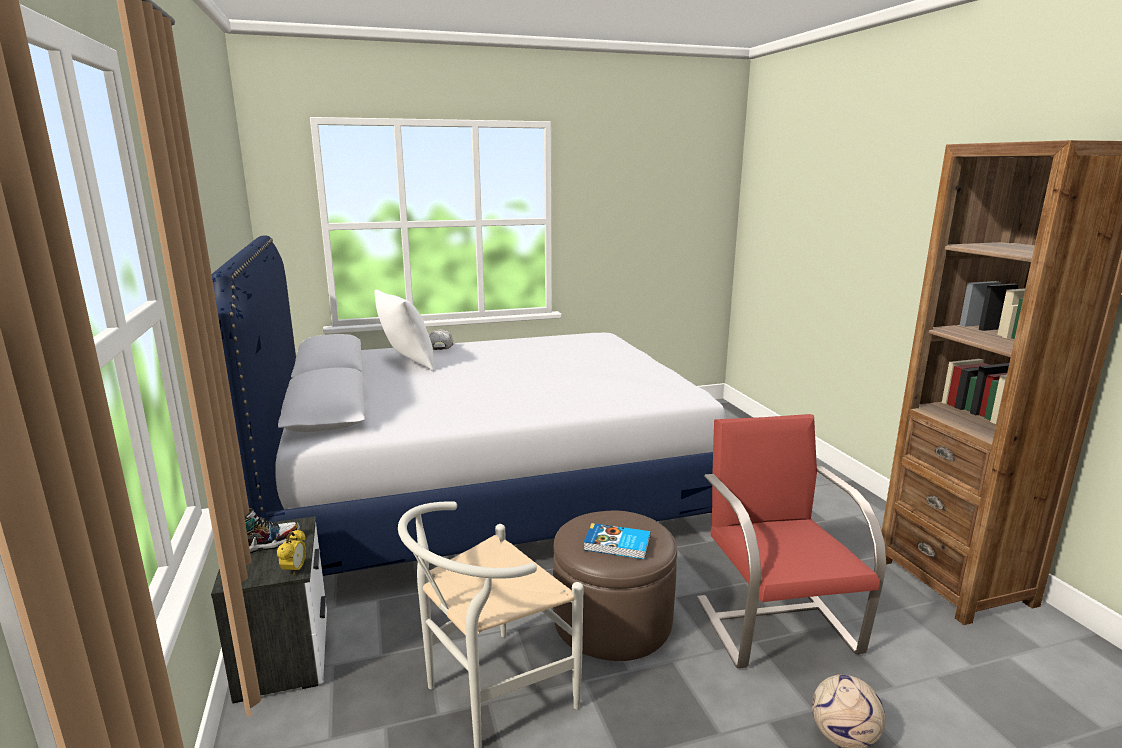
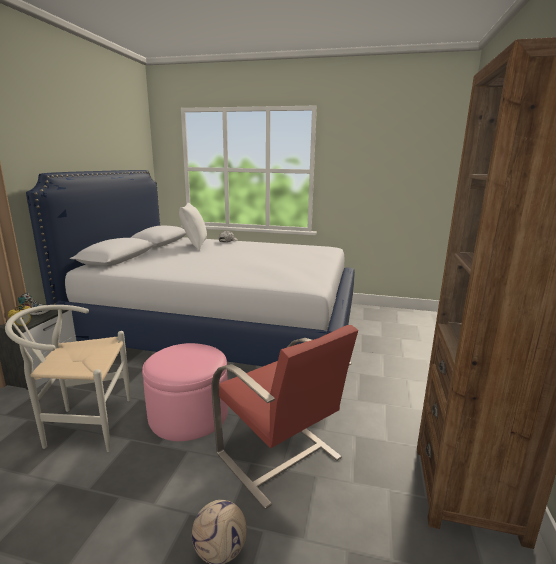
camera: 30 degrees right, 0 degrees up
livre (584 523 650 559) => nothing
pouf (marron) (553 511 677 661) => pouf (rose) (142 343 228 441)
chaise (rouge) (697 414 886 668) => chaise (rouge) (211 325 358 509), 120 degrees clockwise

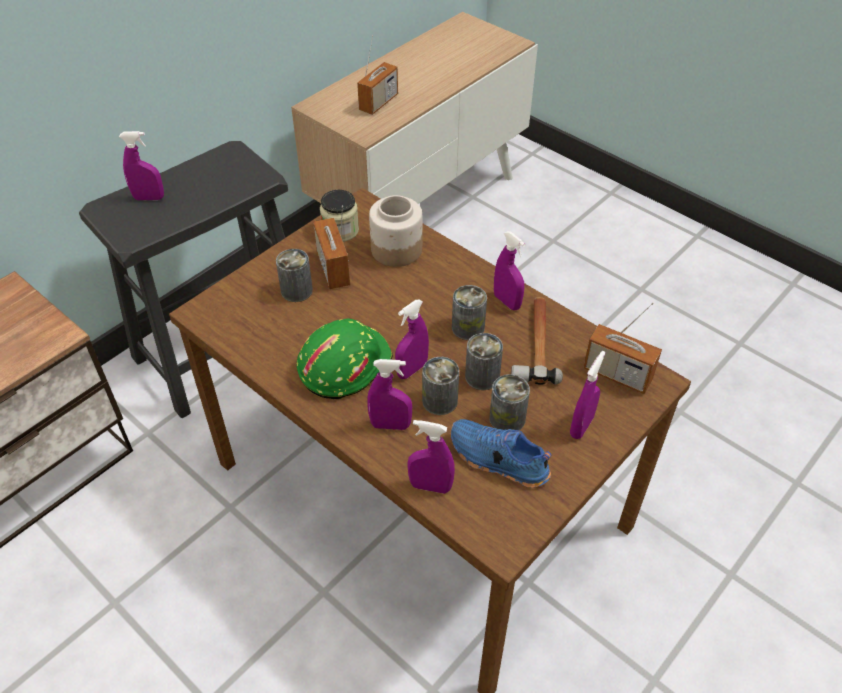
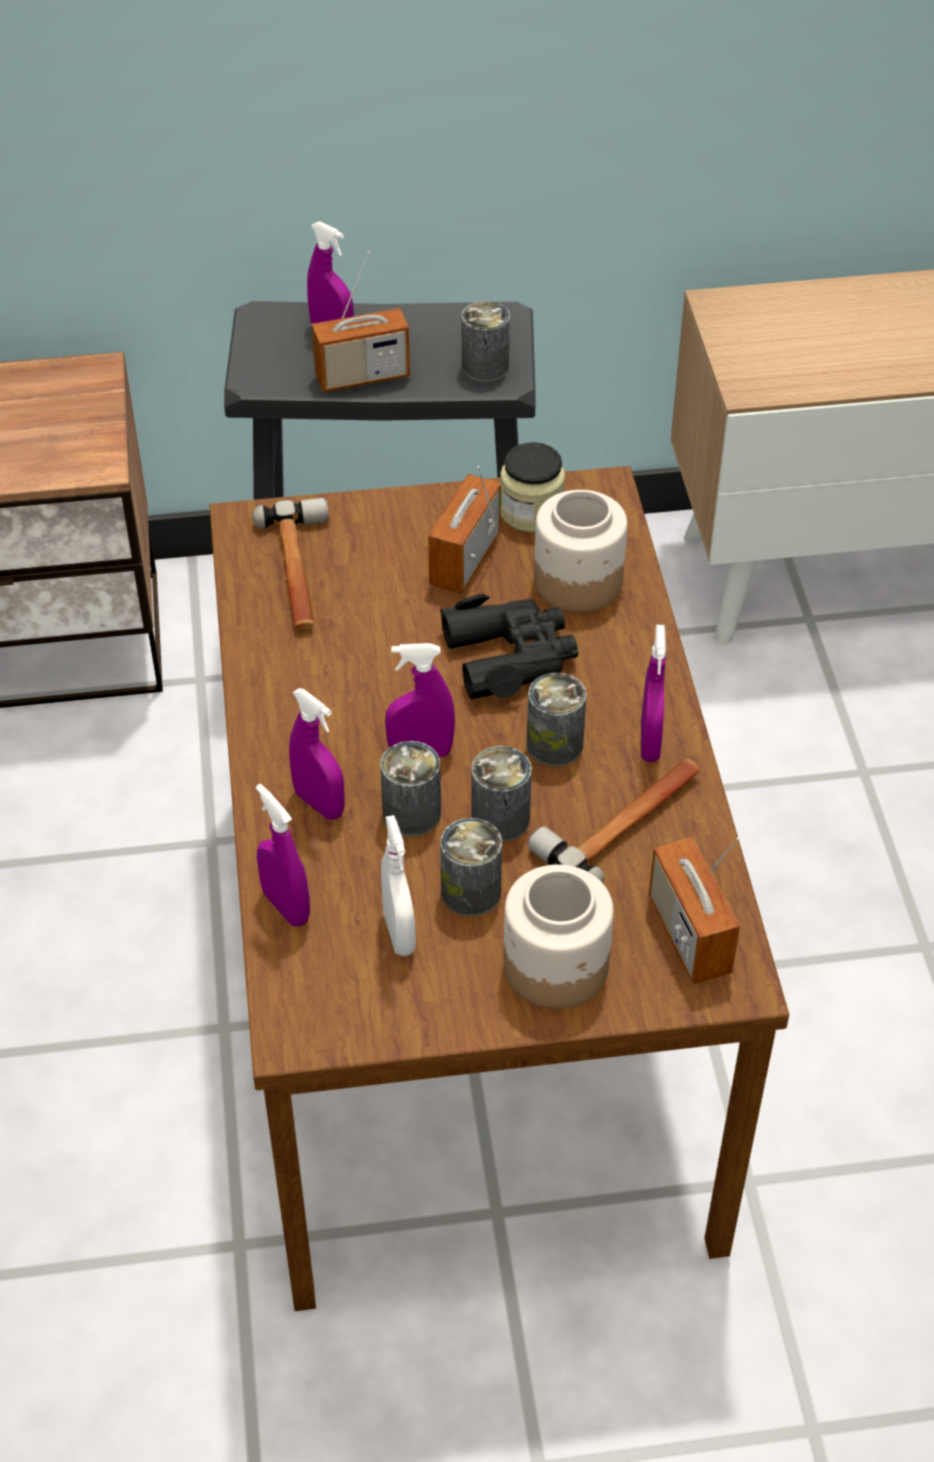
camera: 40 degrees right, 0 degrees up
casque de chantier (vert) (297 319 393 399) => nothing
nothing => marteau (252 498 329 628)
nothing => jumelles (noir) (440 594 578 699)
boîte métallique (276 249 313 302) => boîte métallique (462 301 510 382), move
radio (357 35 398 115) => radio (312 251 410 392), move
chaussure (bleu) (451 419 551 488) => vaporisateur (blanc) (381 815 416 956)
vaporisateur (violet) (570 351 606 439) => bocal (503 864 614 1009)

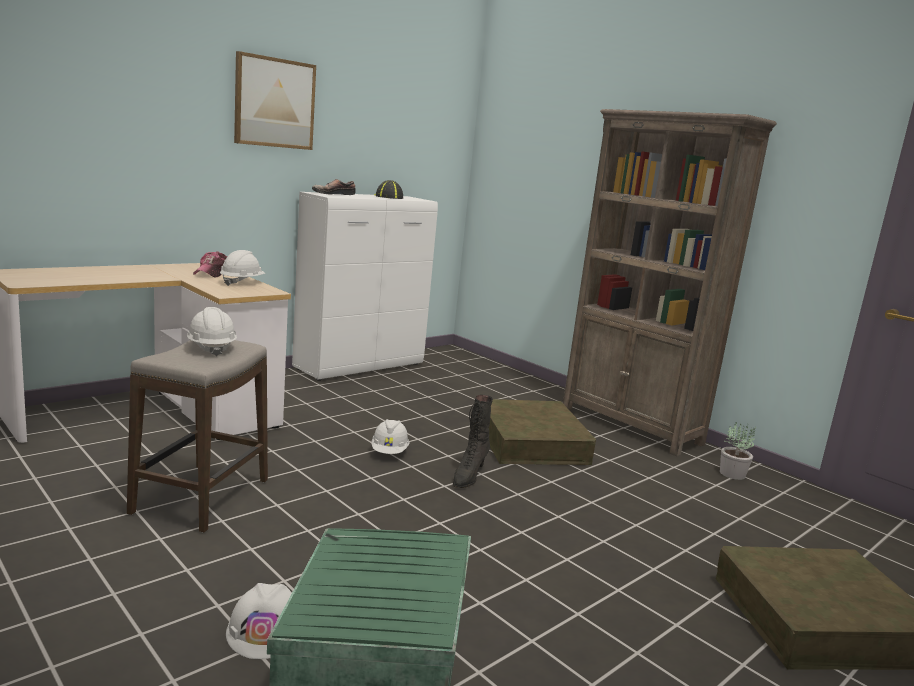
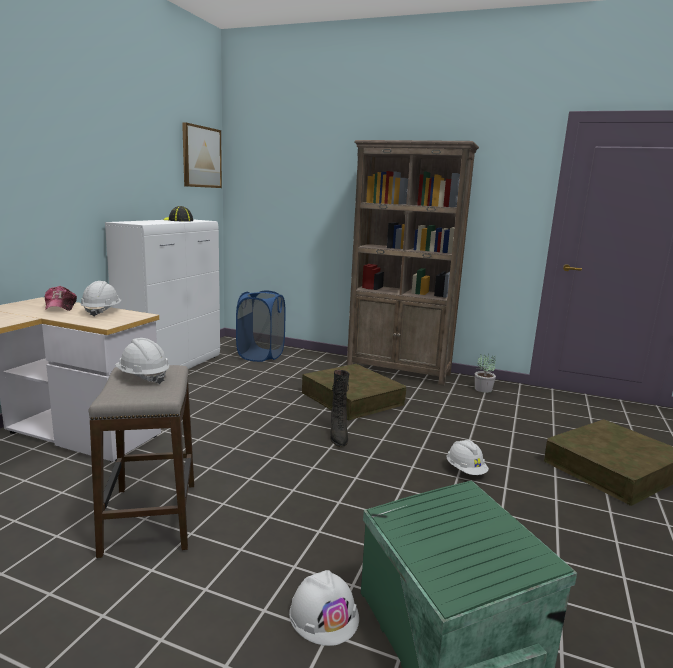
camera: 25 degrees left, 0 degrees up
chaussure (312 179 356 195) => nothing
nothing => panier à linge (bleu) (236 290 286 362)
tableau (234 51 316 150) => tableau (182 122 222 188), move
casque de chantier (blanc) (372 419 409 454) => casque de chantier (blanc) (447 440 489 475), move

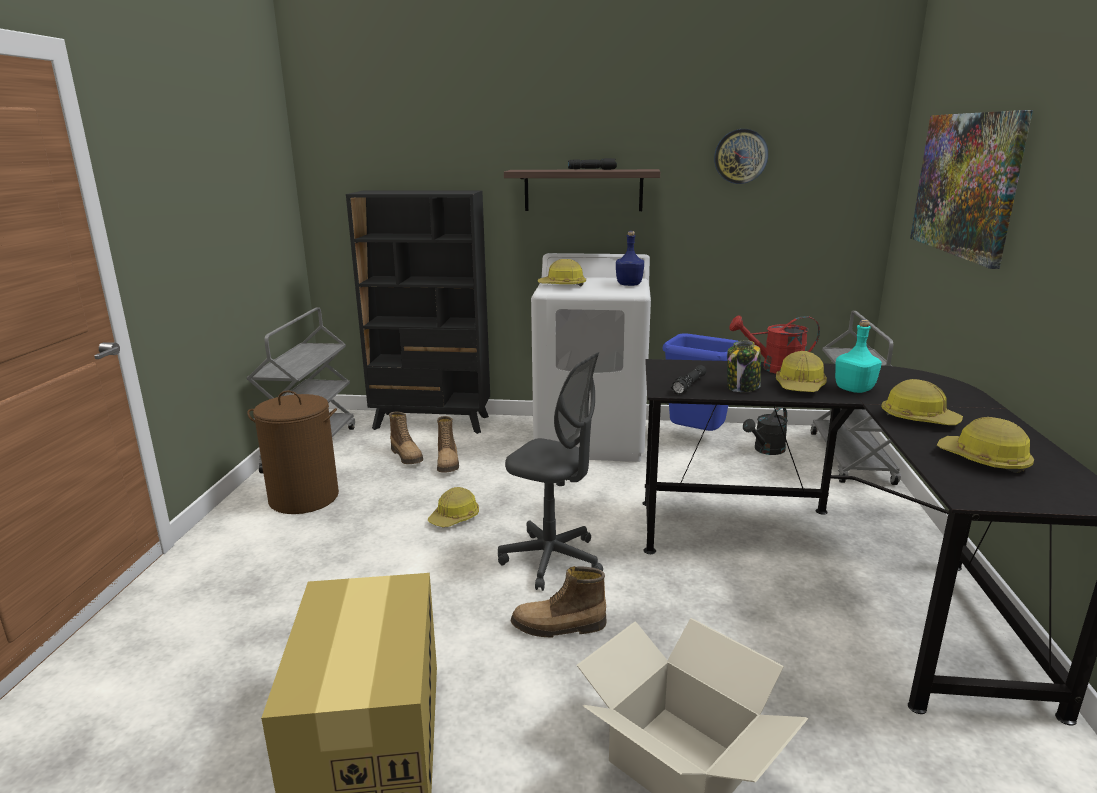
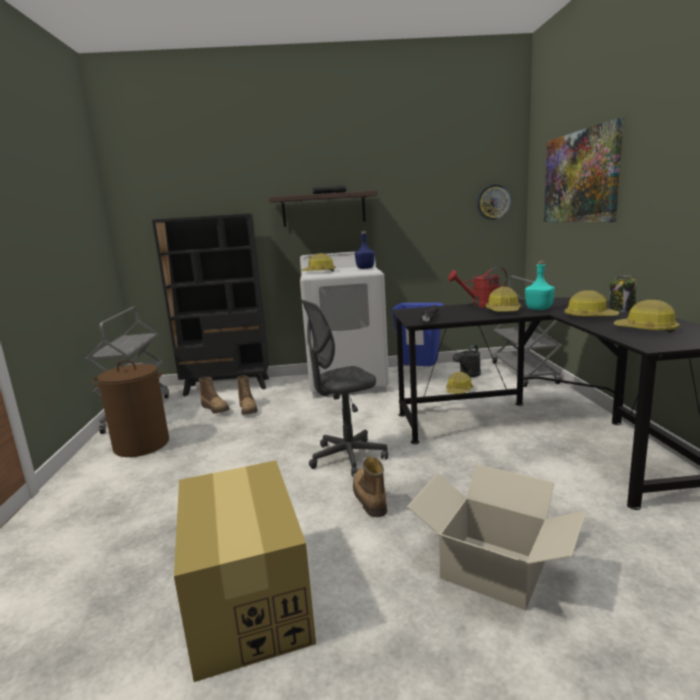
camera: 10 degrees left, 5 degrees down
casque de chantier (428 487 479 528) => casque de chantier (446 372 473 394), move
horloge murale (714 129 768 184) => horloge murale (477 184 511 220), move
bocal (727 340 761 392) => bocal (610 275 636 312), move
chaise de bureau (gris) (498 352 603 591) => chaise de bureau (gris) (302 300 388 477), 135 degrees clockwise
botte (511 566 607 638) => botte (353 457 387 517), 90 degrees clockwise

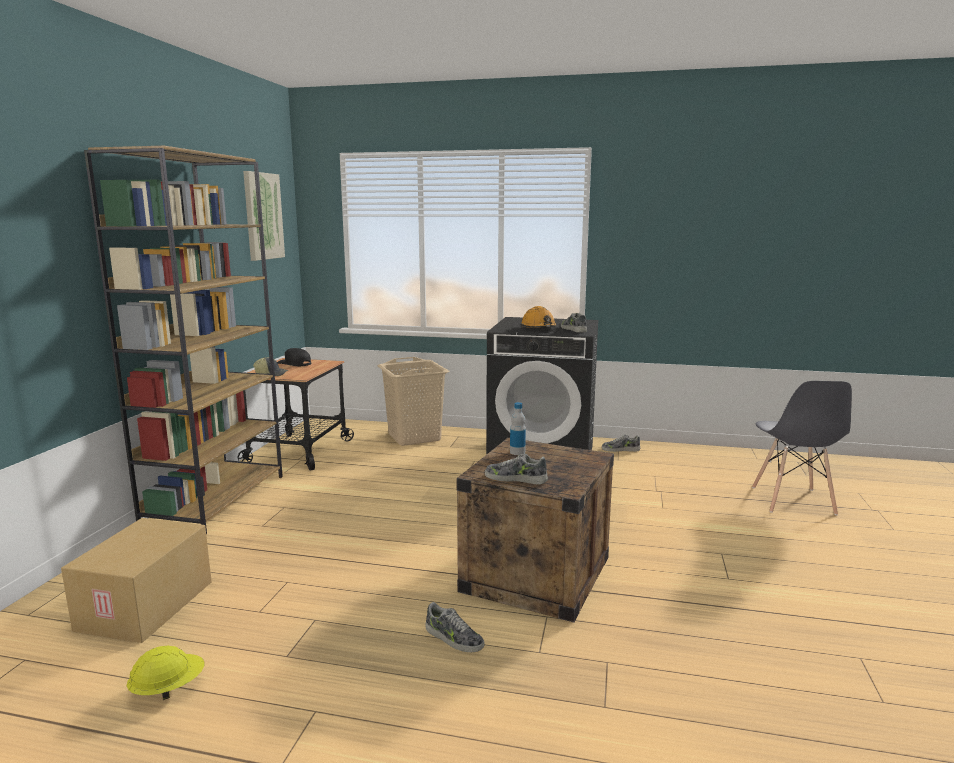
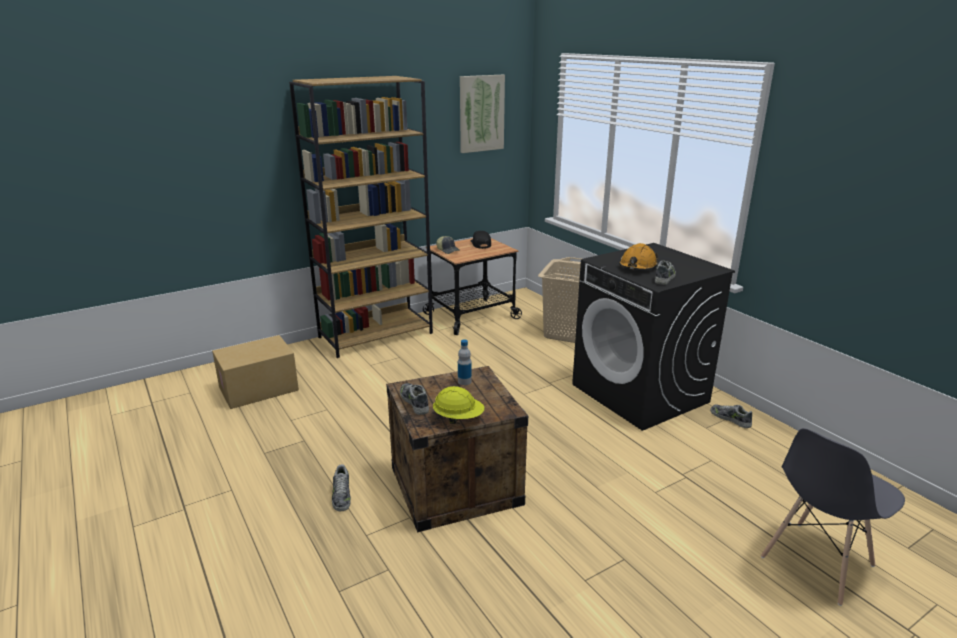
camera: 45 degrees right, 10 degrees up
casque de chantier (jaune) (127 645 204 700) => casque de chantier (jaune) (433 386 485 424), move

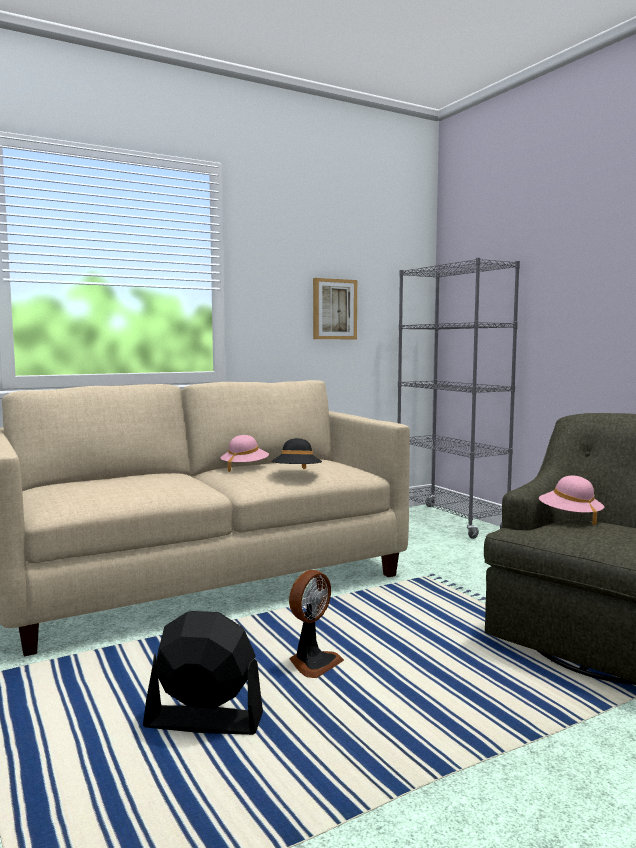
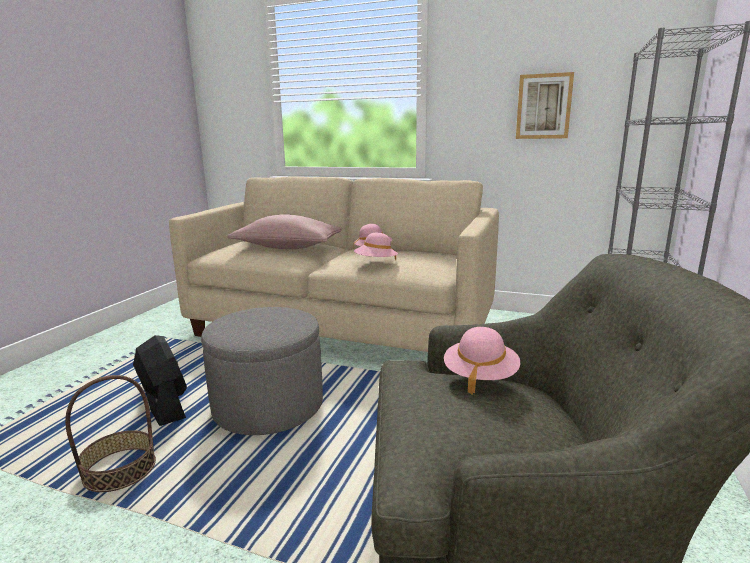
camera: 50 degrees right, 10 degrees up
nothing => panier (65 375 156 492)
nothing => coussin (rose) (227 214 342 249)
ventilateur (289 570 344 678) => pouf (gris) (201 307 323 435)
chapeau (noir) (271 438 322 469) => chapeau (rose) (354 232 398 260)

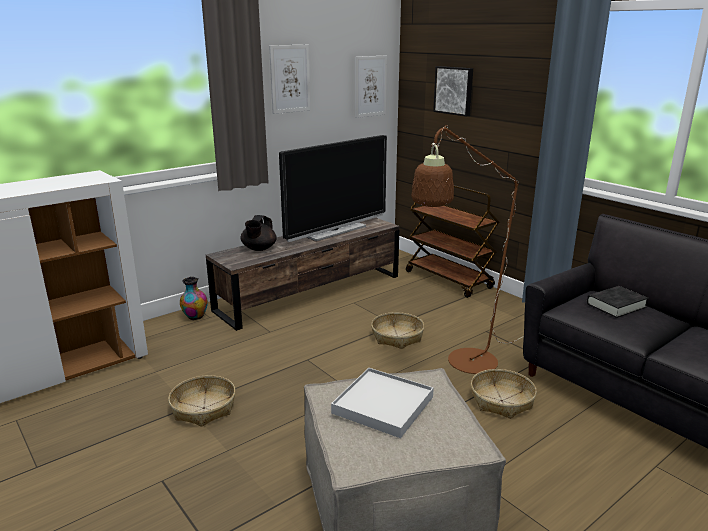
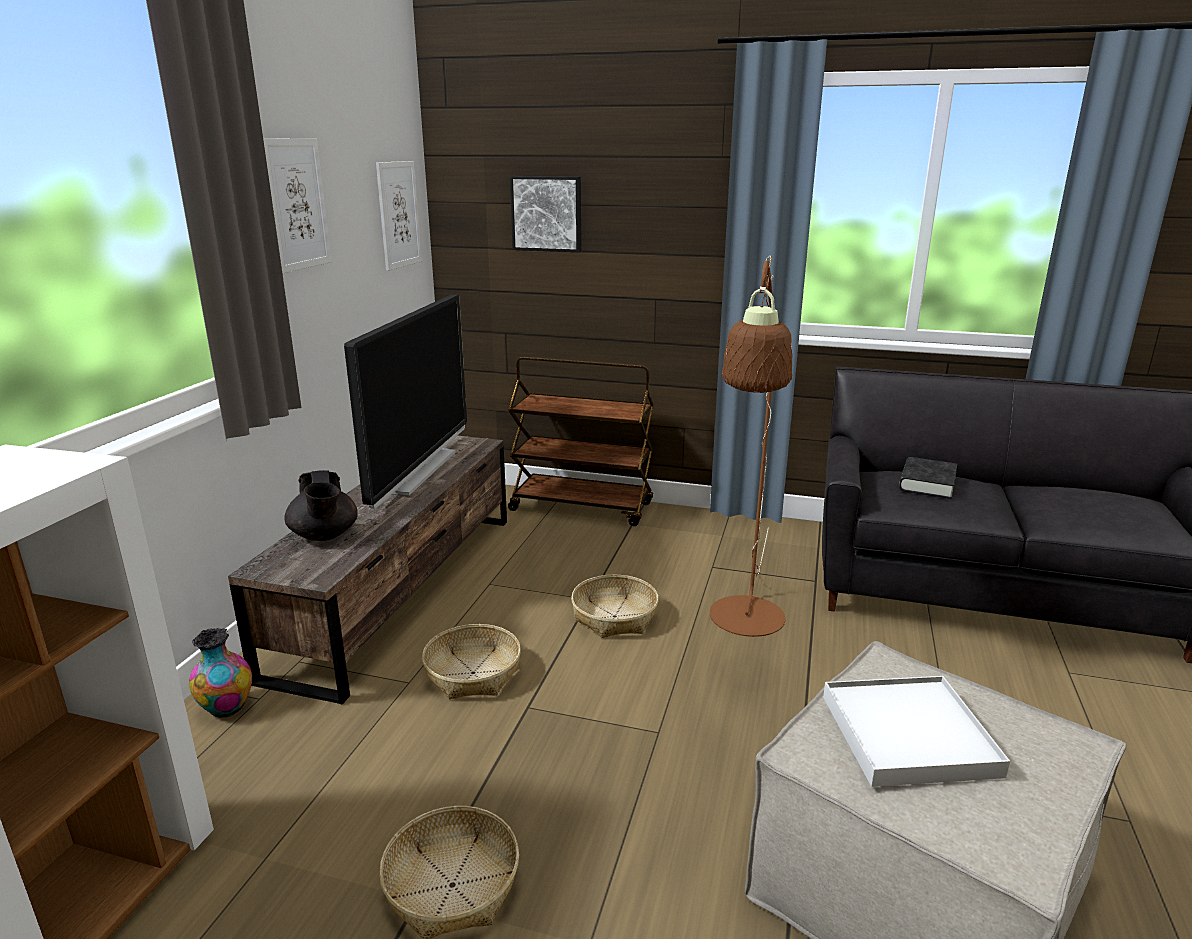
camera: 35 degrees left, 0 degrees up
panier (471 369 537 419) => panier (422 624 521 699), move

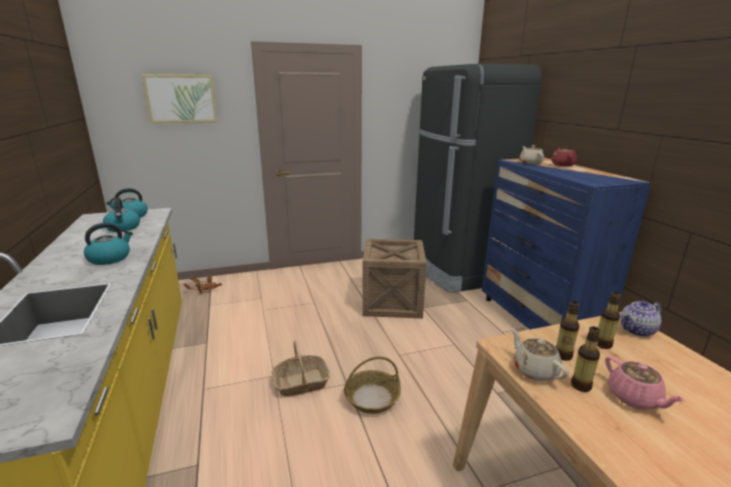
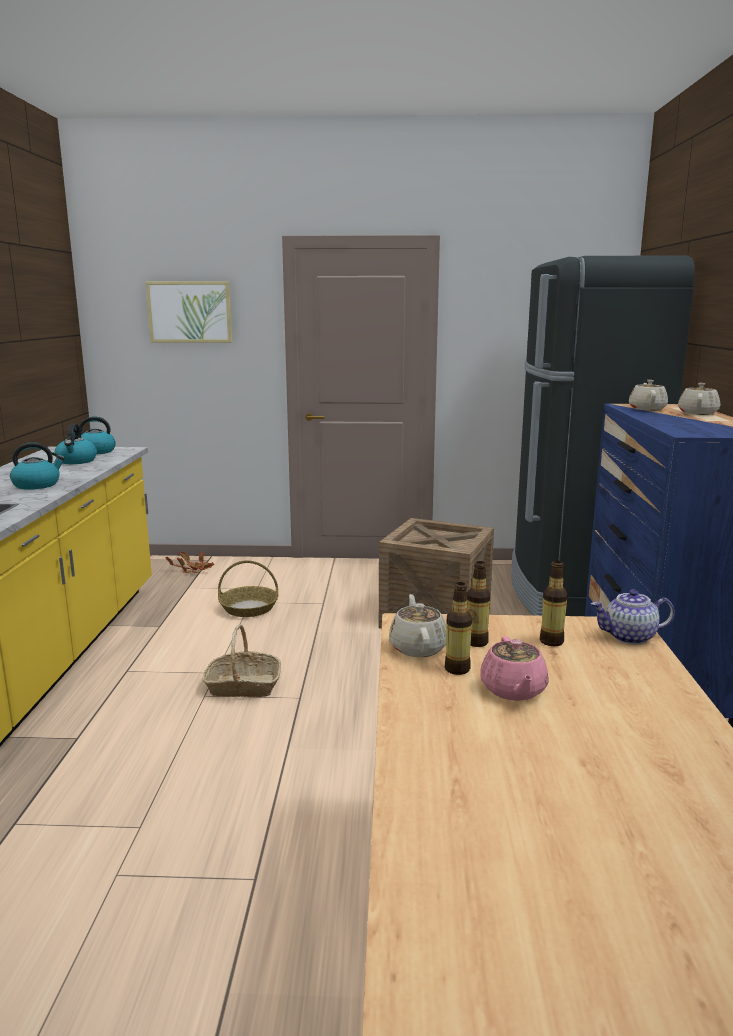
camera: 20 degrees right, 5 degrees down
panier (344 357 401 414) => panier (218 560 278 617), move
théière (rouge) (551 146 577 166) => théière (beige) (678 383 720 415)

